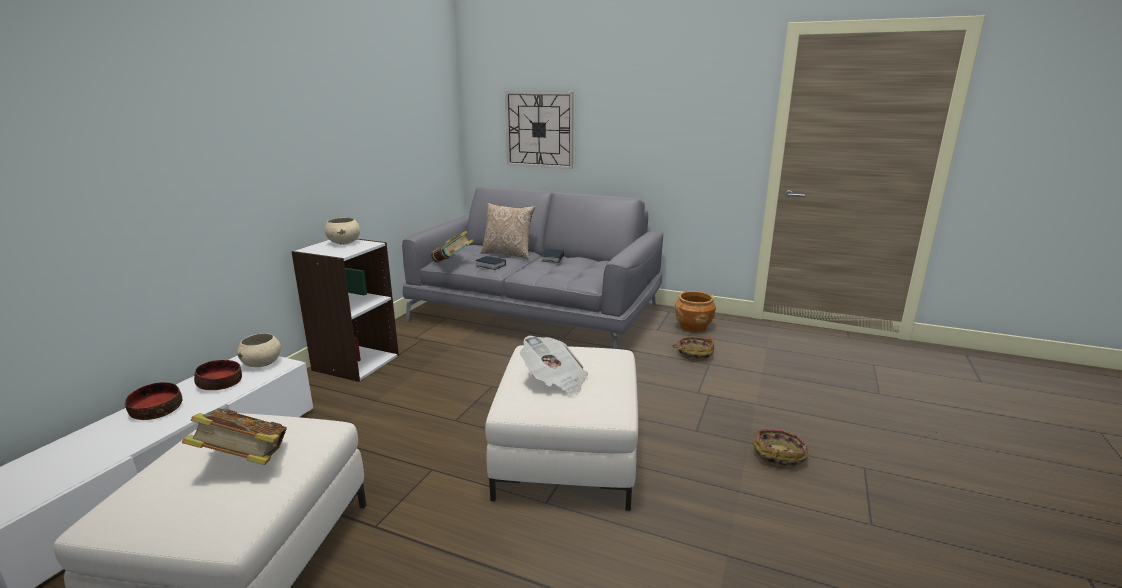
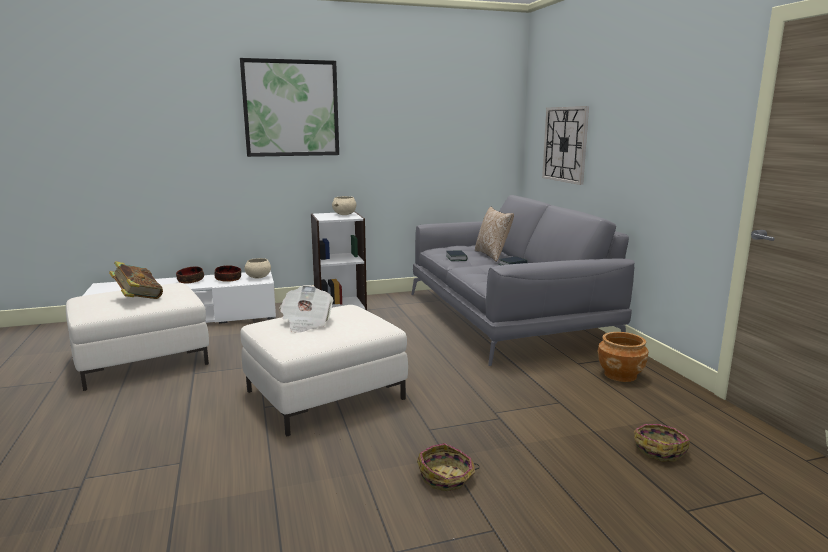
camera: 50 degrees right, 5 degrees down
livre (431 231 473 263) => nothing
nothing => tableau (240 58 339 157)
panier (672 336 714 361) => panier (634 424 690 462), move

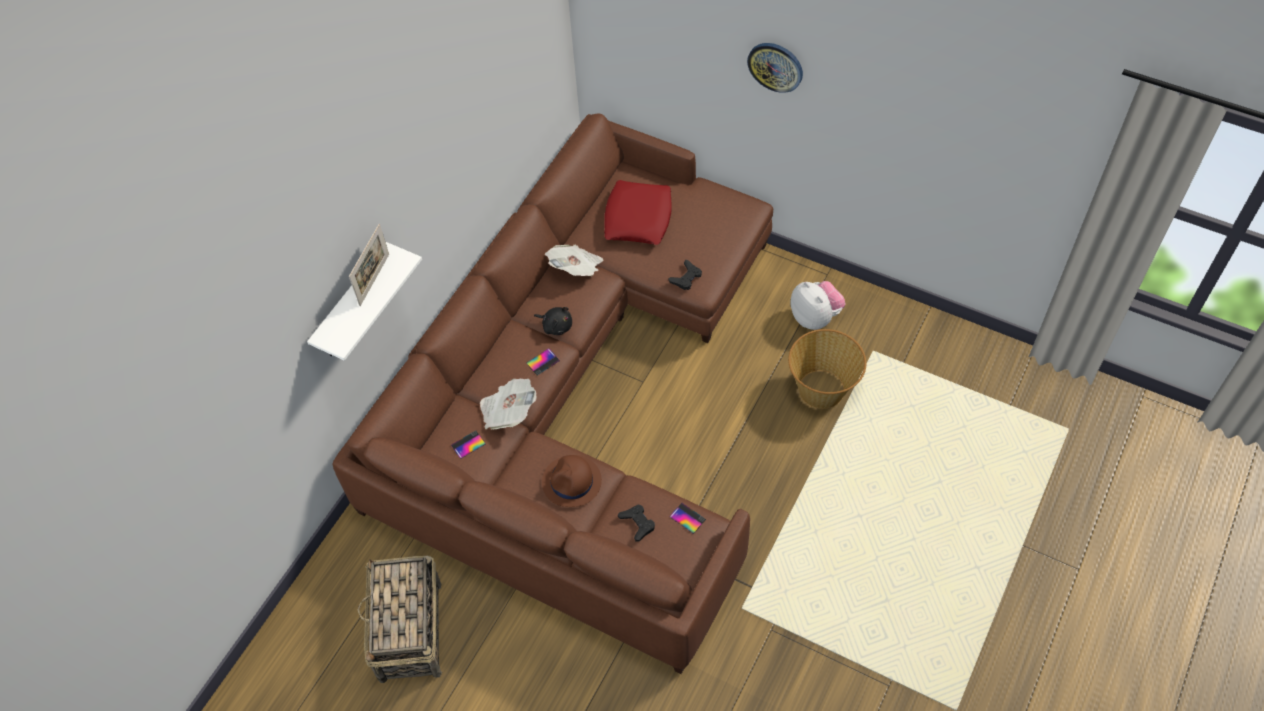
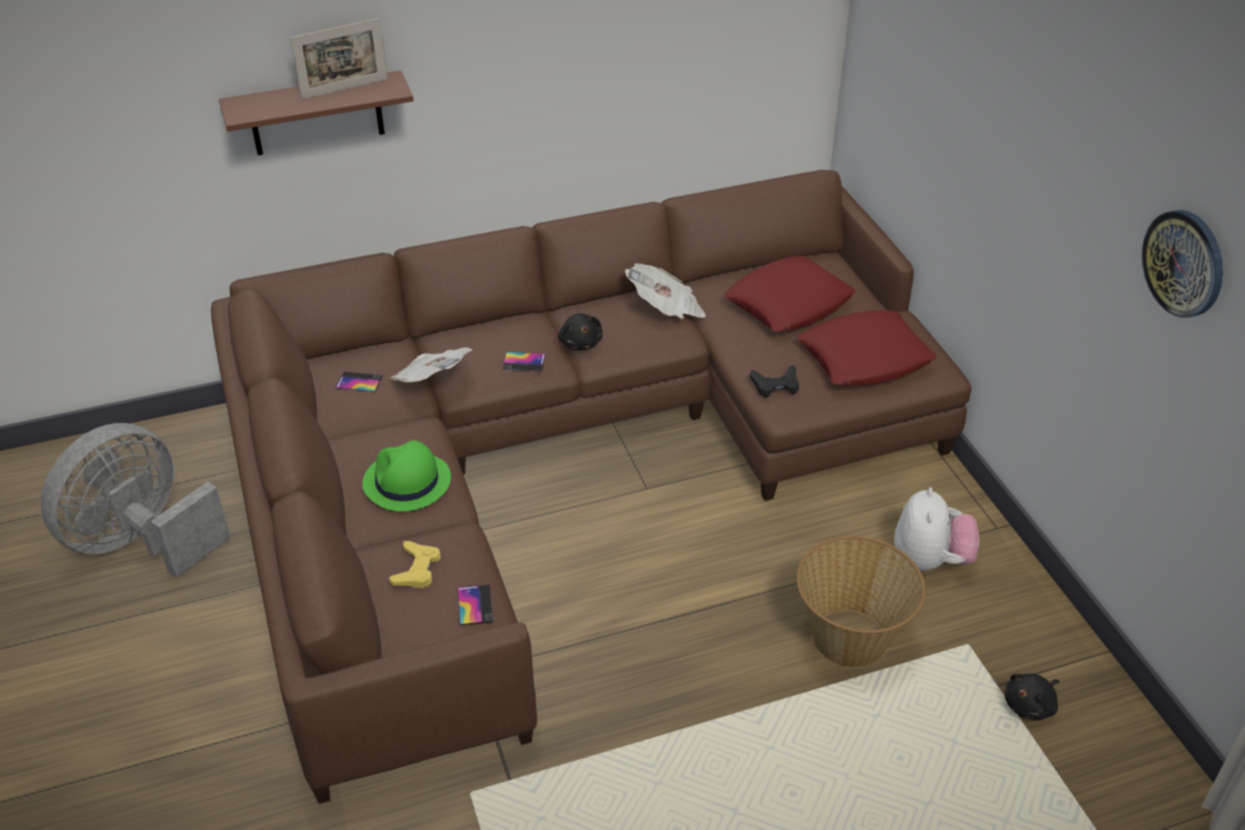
camera: 40 degrees right, 15 degrees down
nothing => coussin (rouge) (797 311 936 386)
nothing => peluche (noir) (1005 673 1059 721)
horloge murale (747 43 803 93) => horloge murale (1142 210 1223 318), move
panier (357 556 442 683) => ventilateur (gris) (41 423 231 578)
étagère (blanc) (307 242 422 361) => étagère (marron) (219 71 414 155)
chapeau (marron) (542 455 602 507) => chapeau (vert) (362 440 451 512)
manette (noir) (618 504 655 541) => manette (jaune) (389 541 441 588)

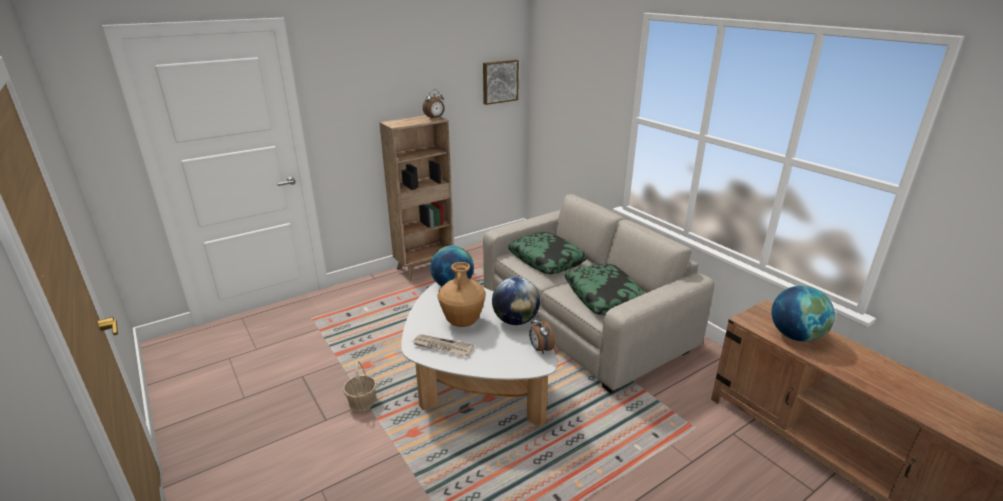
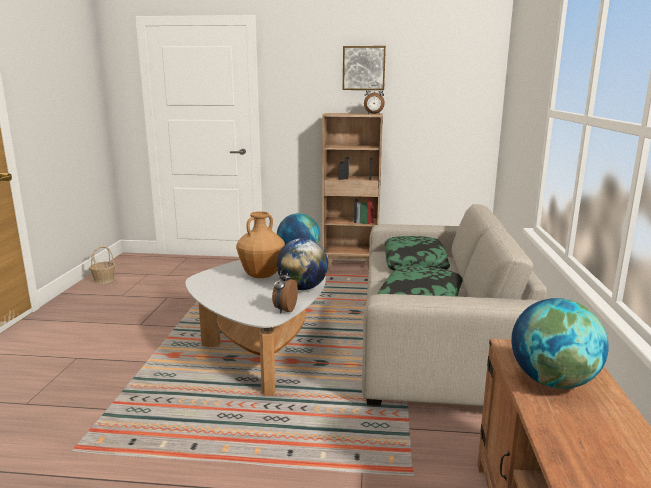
camera: 40 degrees right, 10 degrees down
journal (412 334 474 356) => nothing
panier (343 361 377 412) => panier (89 246 115 284), move
tableau (483 60 519 105) => tableau (343 46 386 90), move

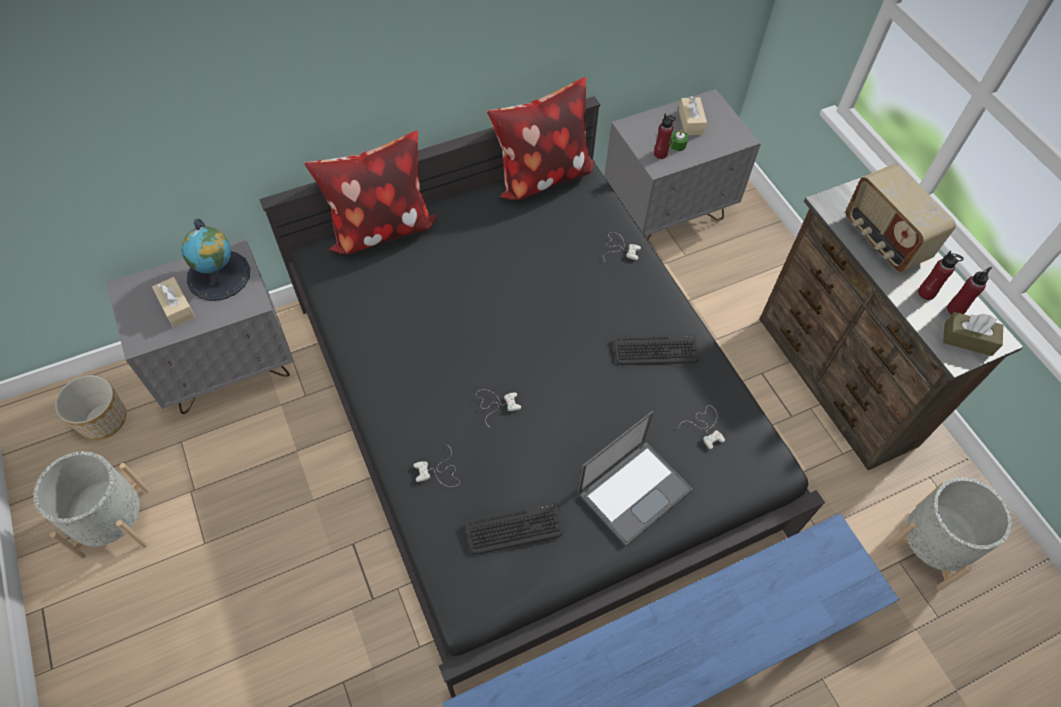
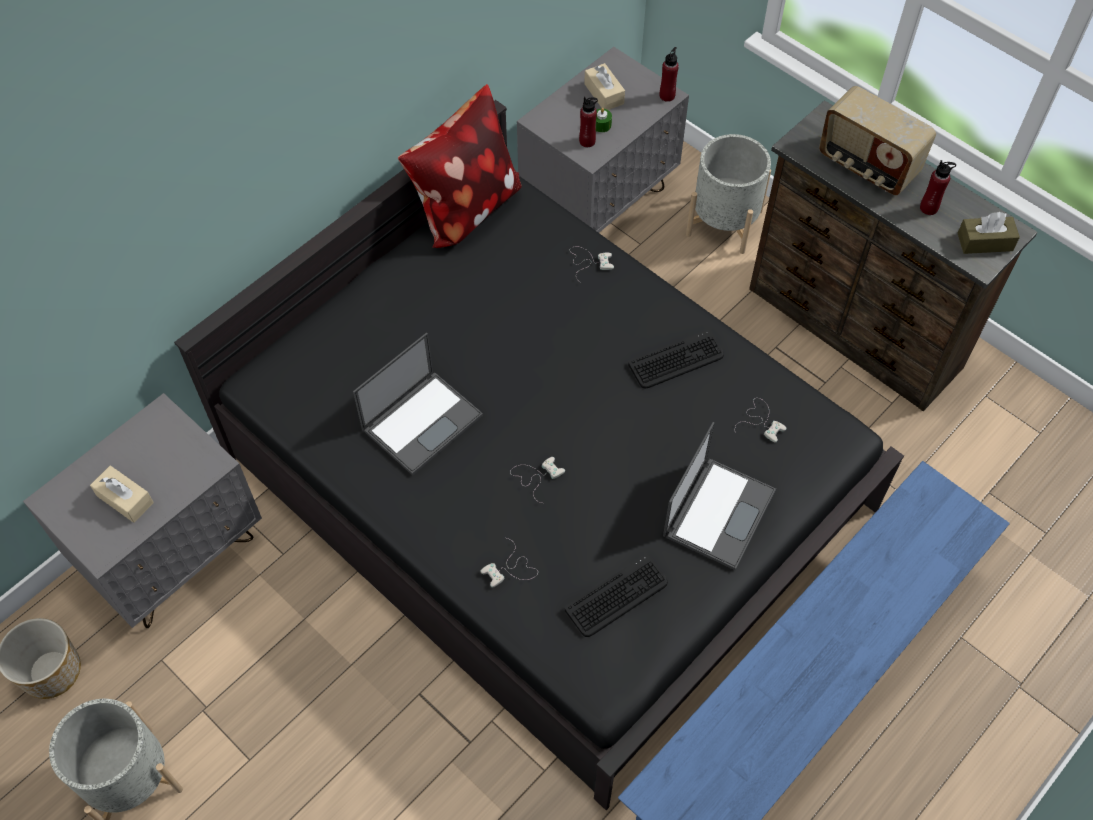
camera: 20 degrees left, 0 degrees up
globe (181 218 250 301) => nothing
coussin (304 130 437 255) => nothing
nothing => ordinateur portable (353 333 483 475)
cache-pot (gris) (885 477 1012 590) => cache-pot (gris) (686 134 771 254), move
bouteille (rouge) (947 267 992 314) => bouteille (rouge) (660 47 679 102), move

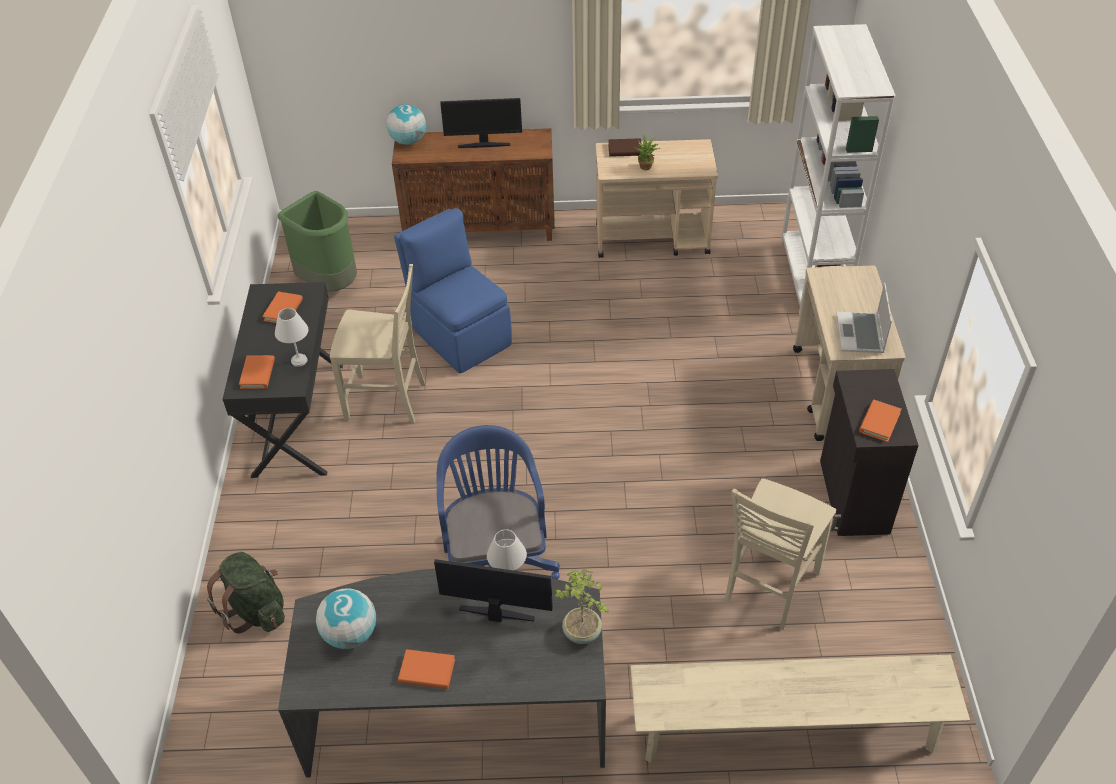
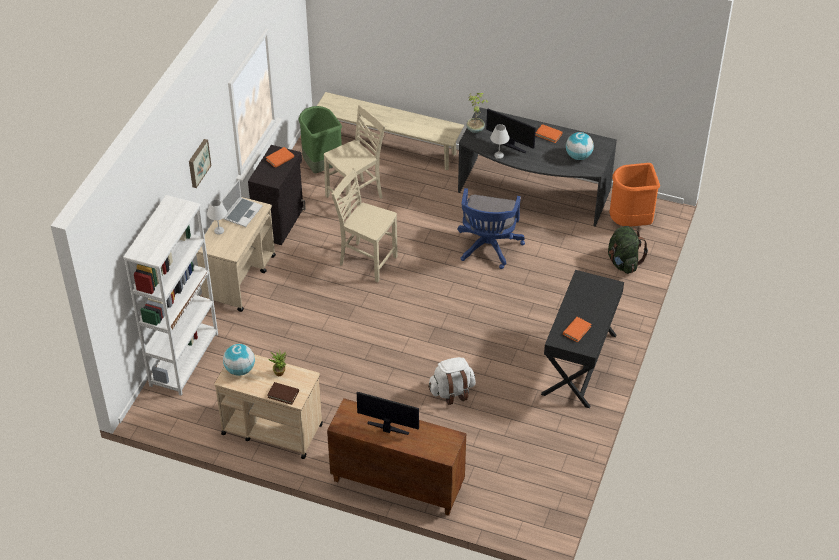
camera: 160 degrees left, 0 degrees up
livre (orange) (239 355 275 389) => nothing
nothing => tableau (189 139 211 188)
nothing => poubelle (orange) (609 163 660 227)
lampe de table (blanc) (275 308 308 367) => lampe de table (blanc) (207 199 227 235), move
poubelle (vert) (278 191 357 292) => poubelle (vert) (299 106 342 173), move
chaise (beige) (330 264 425 423) => chaise (beige) (332 167 397 283), move
globe (386 104 426 145) => globe (223 344 255 376), move
chaise (bleu) (394 208 512 373) => sac à dos (blanc) (428 357 476 405)

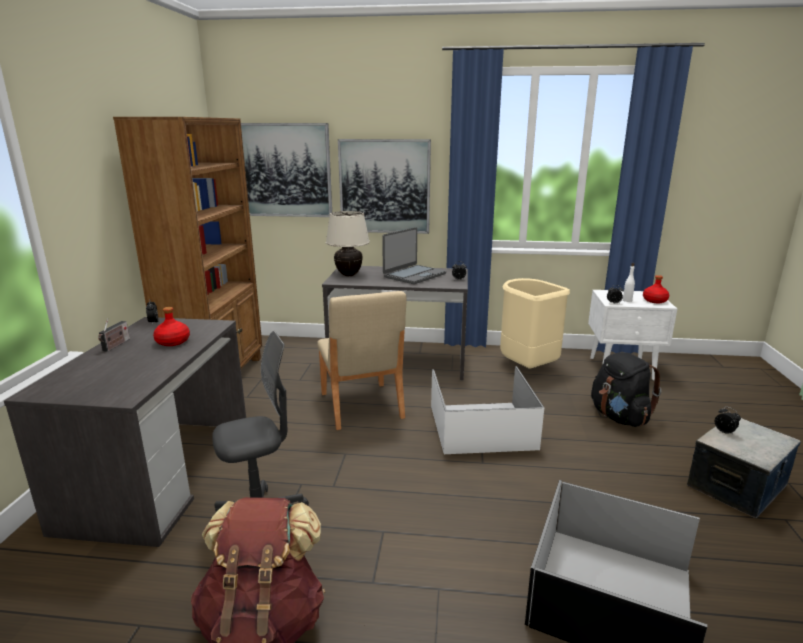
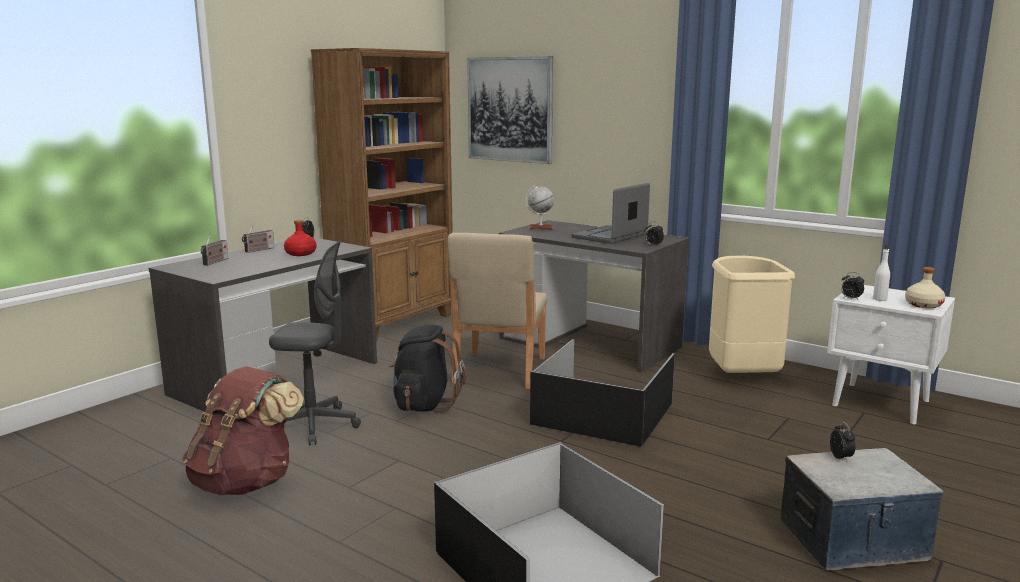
camera: 30 degrees right, 5 degrees down
tableau (338 139 431 234) => nothing
nothing => radio (201 234 229 265)
sac à dos (noir) (591 352 661 427) => sac à dos (noir) (389 325 466 412), move
lampe de table (beige) (326 211 370 276) => globe (526 185 554 230)
boîte de rangement (blanc) (431 366 544 454) => boîte de rangement (noir) (530 339 675 447)
bouteille (rouge) (643 275 669 303) => bouteille (beige) (905 267 945 308)
ordinateur portable (382 227 446 284) => ordinateur portable (572 183 650 244), 150 degrees clockwise

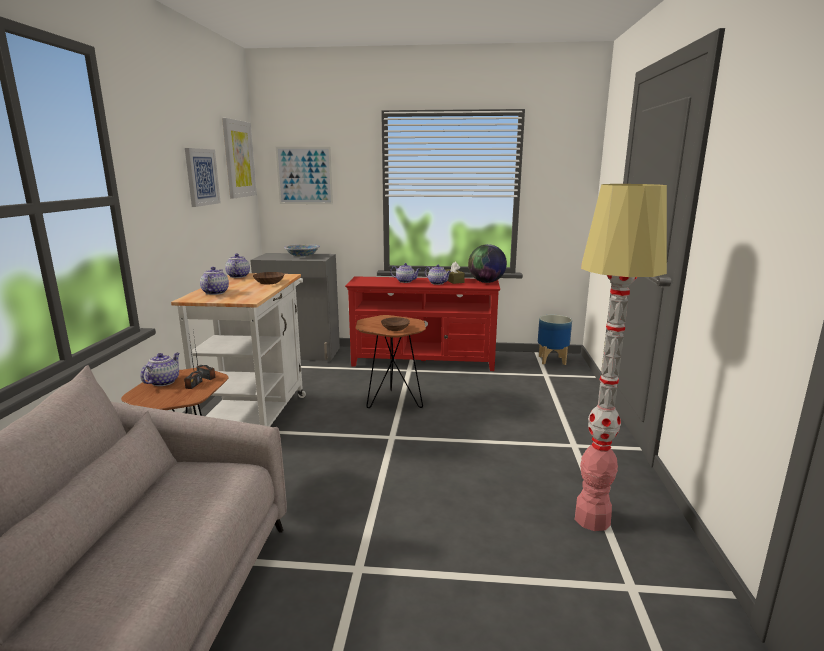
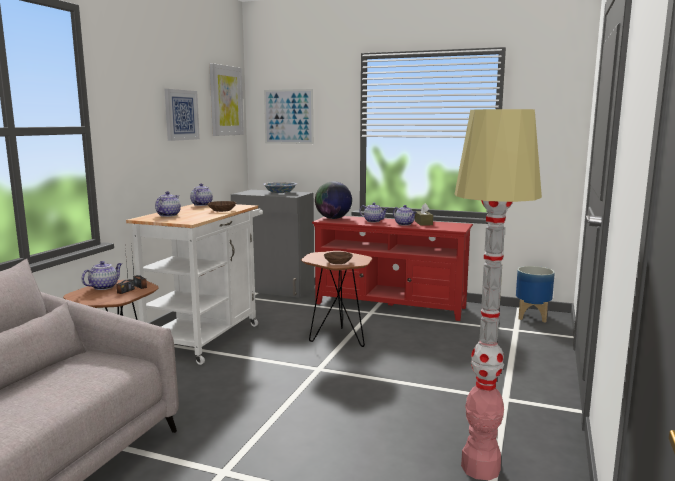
camera: 15 degrees right, 5 degrees down
globe (468 244 507 283) => globe (315 181 352 219), move

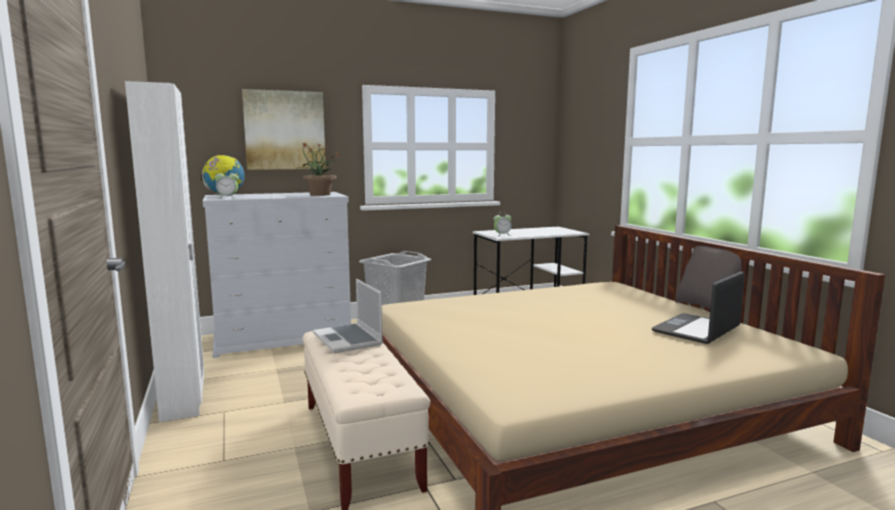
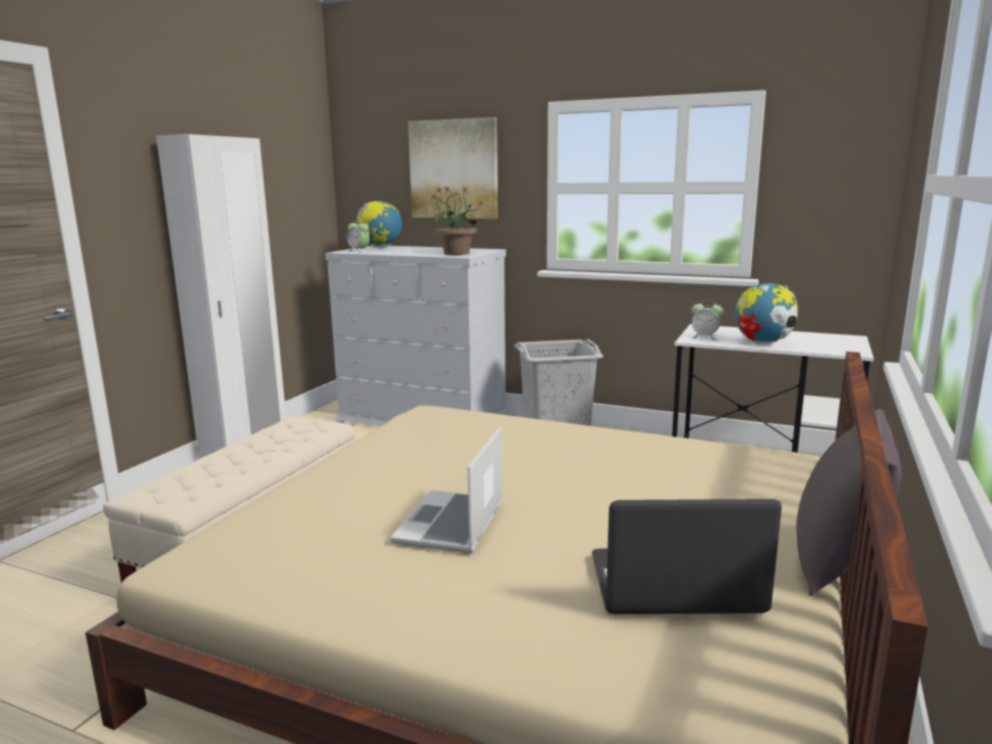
camera: 45 degrees right, 5 degrees up
nothing => globe (735 283 798 344)
ordinateur portable (313 279 383 353) => ordinateur portable (390 427 503 553), move

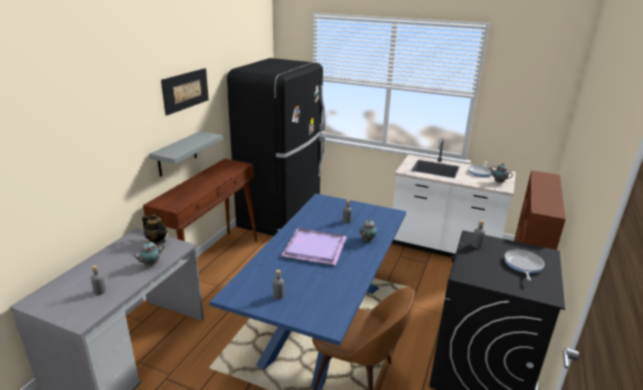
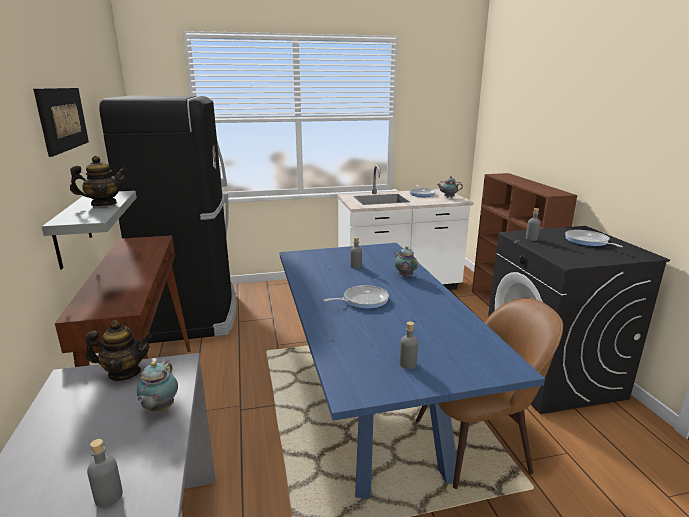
camera: 35 degrees left, 5 degrees down
nothing => théière (70 156 127 206)
plateau (violet) (281 228 347 265) => poêle (324 285 389 309)

